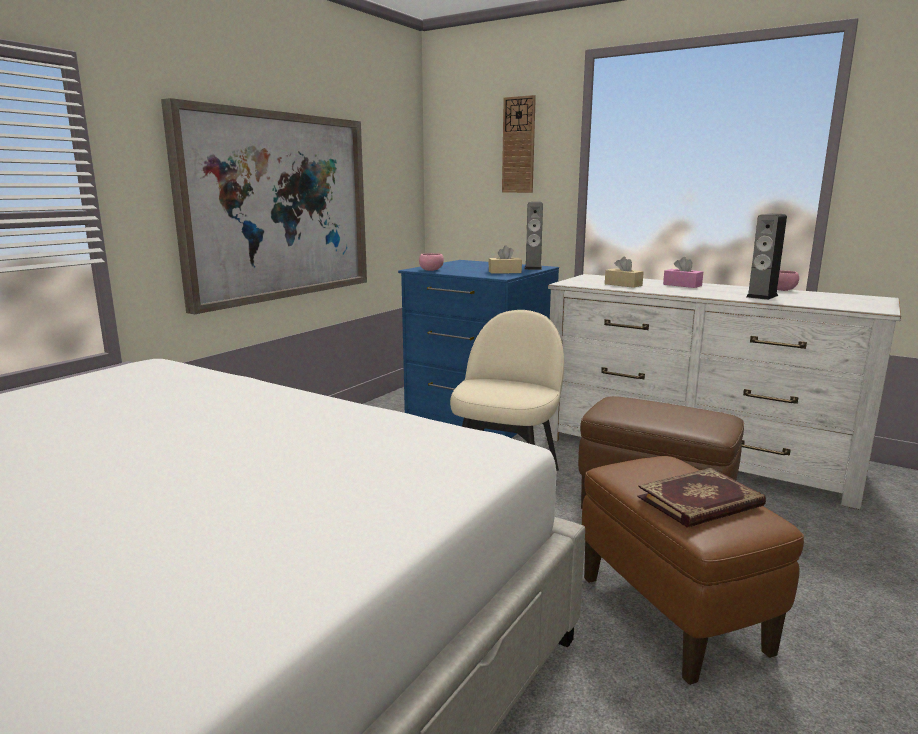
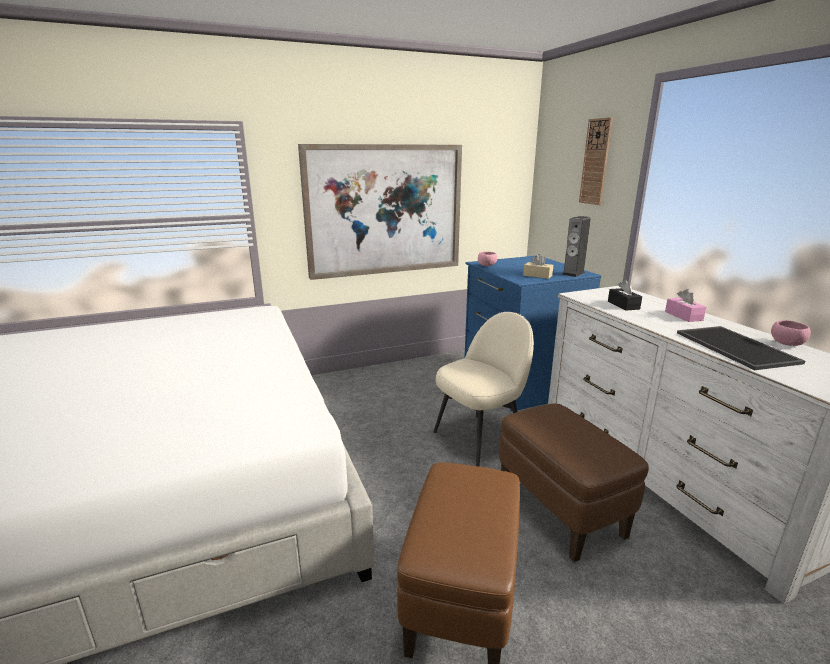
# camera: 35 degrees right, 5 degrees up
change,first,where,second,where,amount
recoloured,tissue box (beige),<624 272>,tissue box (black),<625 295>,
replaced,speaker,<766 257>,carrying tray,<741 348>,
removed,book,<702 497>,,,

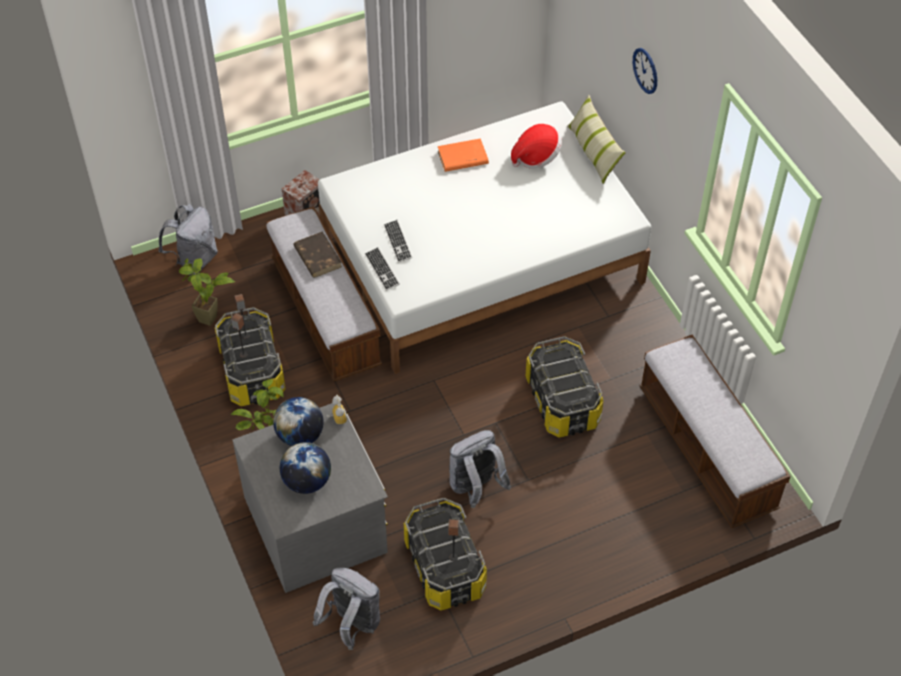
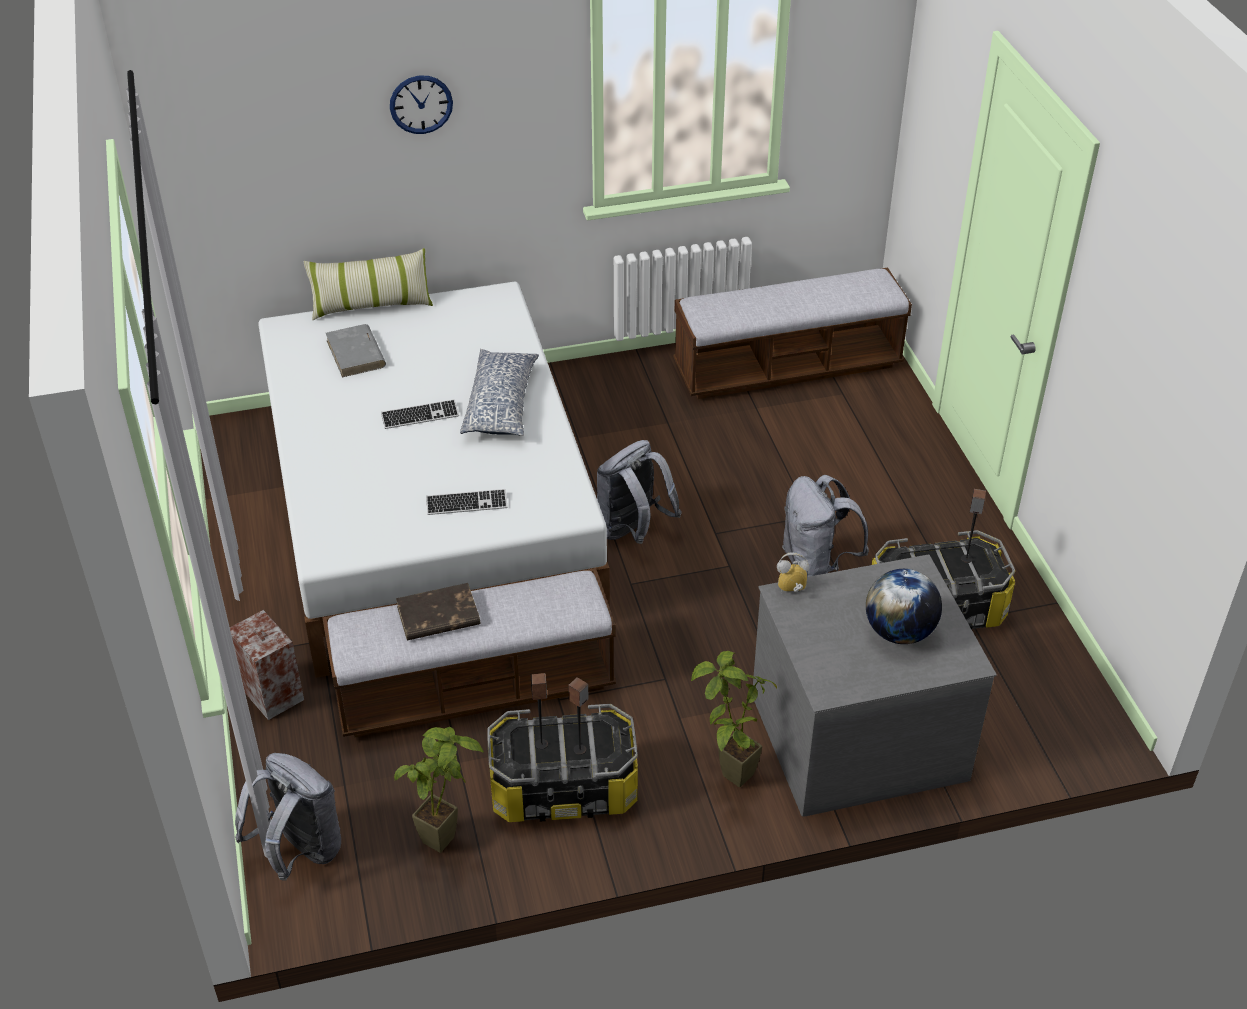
# camera: 80 degrees left, 10 degrees down
change,first,where,second,where,amount
replaced,hat,<536 146>,book (greyish),<356 350>,
moved,keyboard,<382 269>,,<420 414>,
added,,,cushion,<499 392>,
moved,rucksack (greyish),<346 608>,,<639 492>,
removed,desk globe,<298 421>,,,
removed,book (orange),<463 155>,,,
removed,storage container,<564 387>,,,

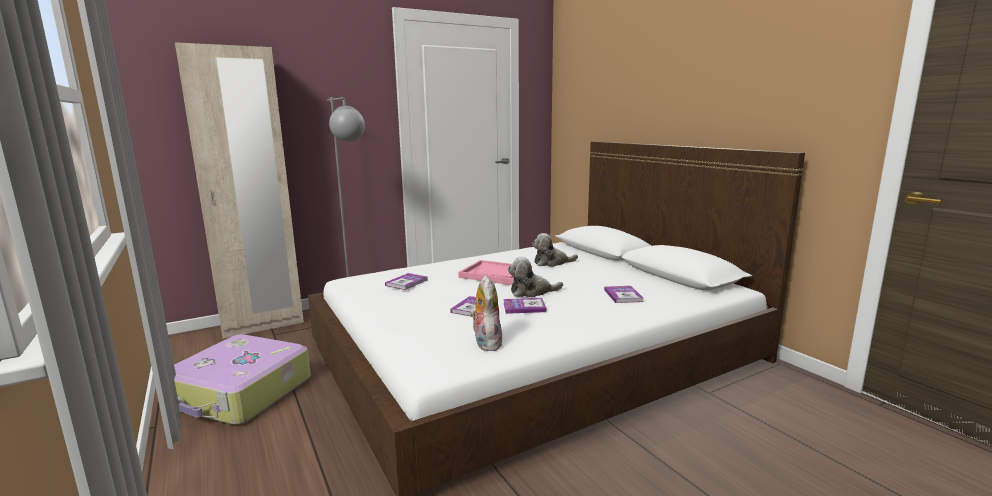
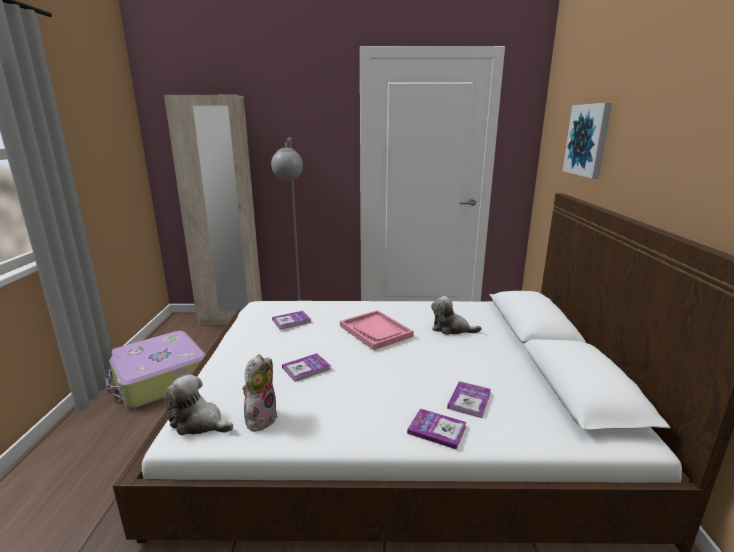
# camera: 30 degrees right, 5 degrees up
change,first,where,second,where,amount
moved,cuddly toy,<535 277>,,<198 405>,
moved,book,<525 306>,,<437 428>,
added,,,wall picture,<587 141>,

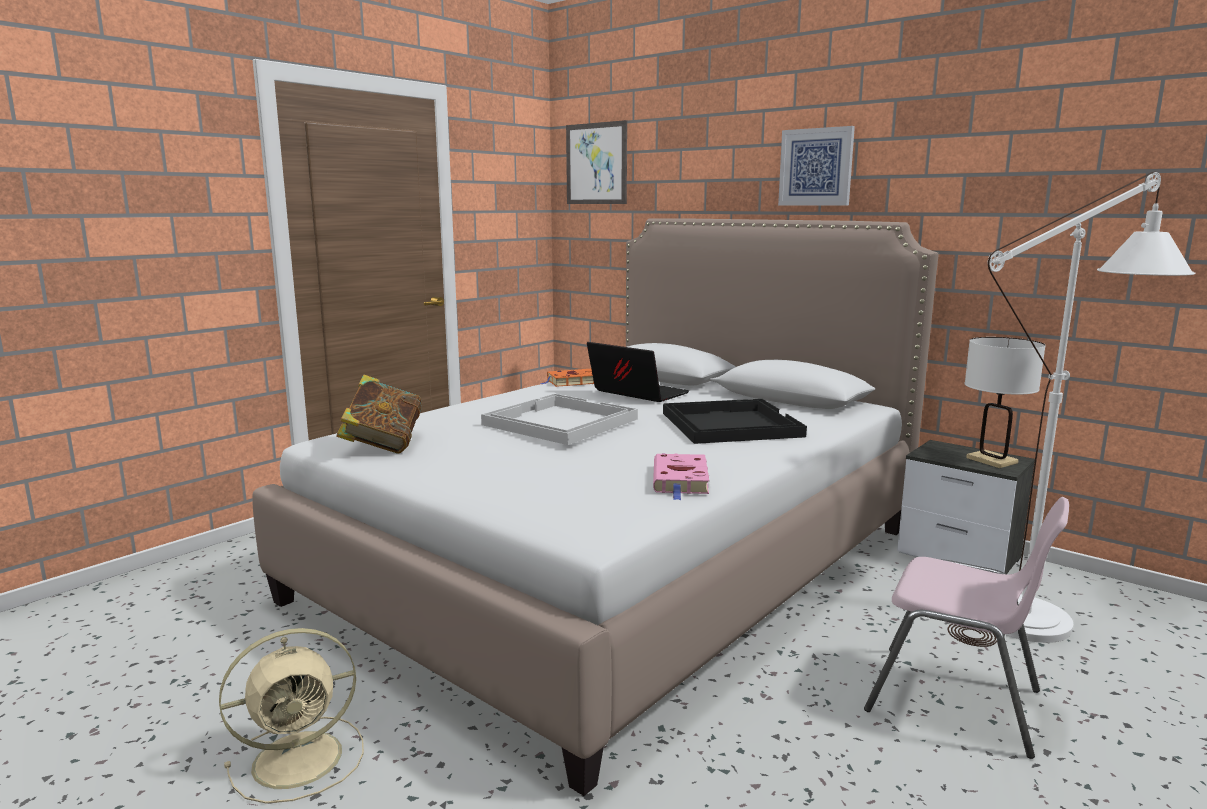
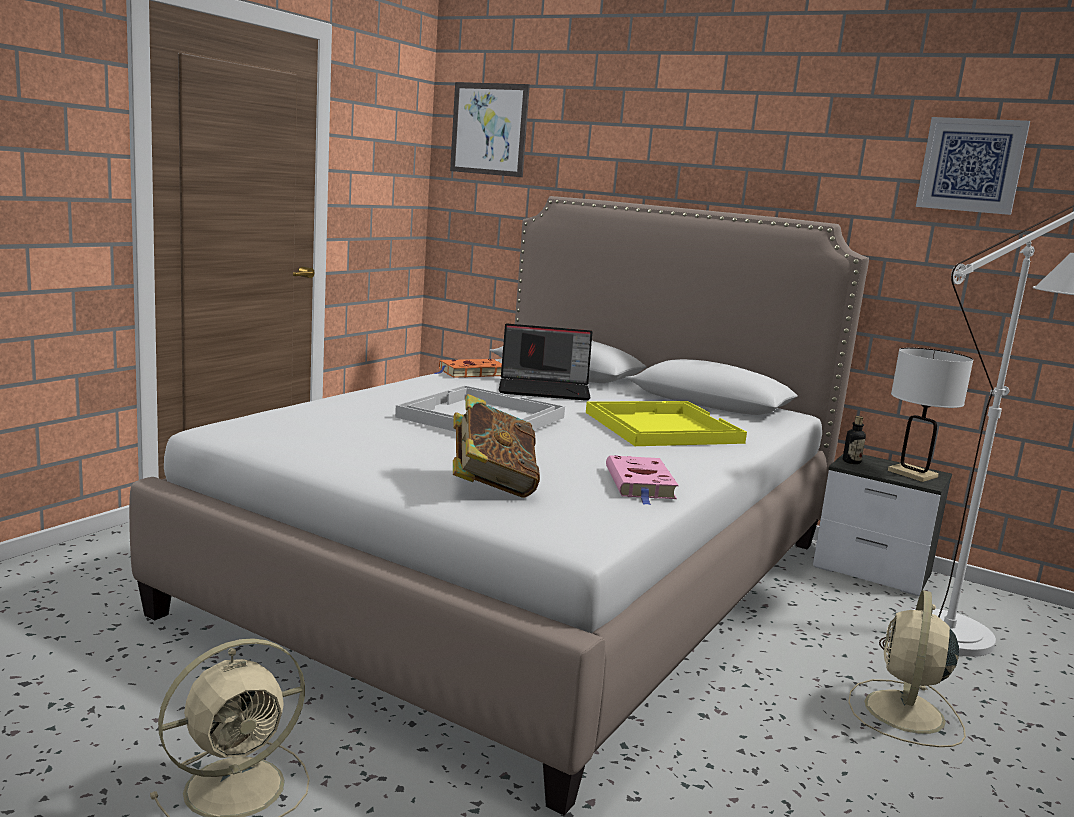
# camera: 10 degrees left, 0 degrees up
change,first,where,second,where,amount
moved,book,<379 414>,,<496 446>,
turned,notebook computer,<638 372>,,<545 362>,150 degrees clockwise
recoloured,carrying tray (black),<735 421>,carrying tray (yellowish),<666 423>,
added,,,drink bottle,<854 440>,
replaced,chair (pinkish),<966 628>,fan (beige),<907 668>,
moved,wall picture,<816 166>,,<973 166>,

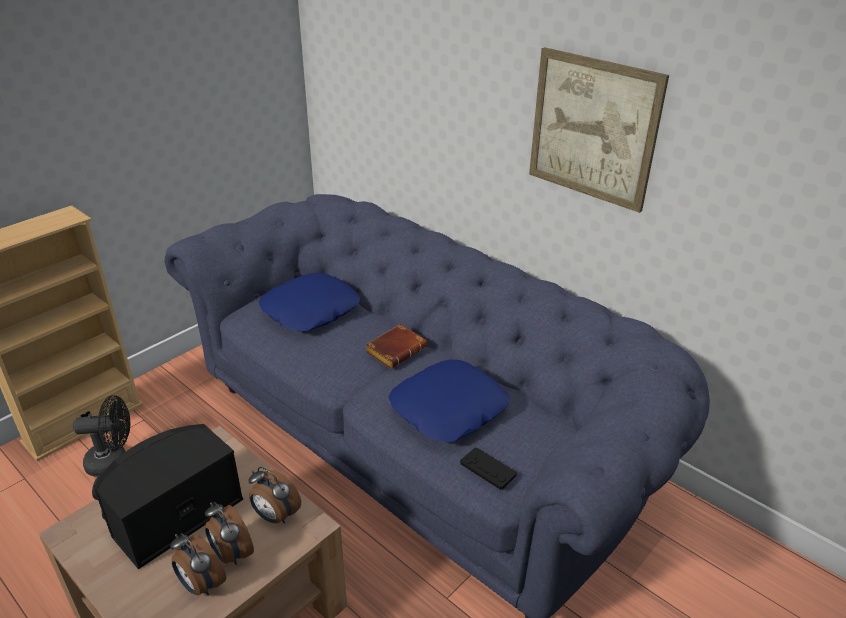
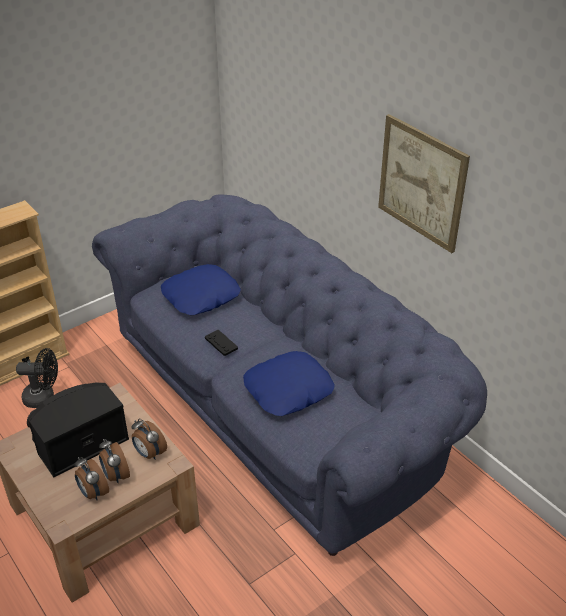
# camera: 10 degrees right, 5 degrees up
change,first,where,second,where,amount
moved,game controller (black),<488 468>,,<221 343>,
removed,book (brownish),<396 346>,,,

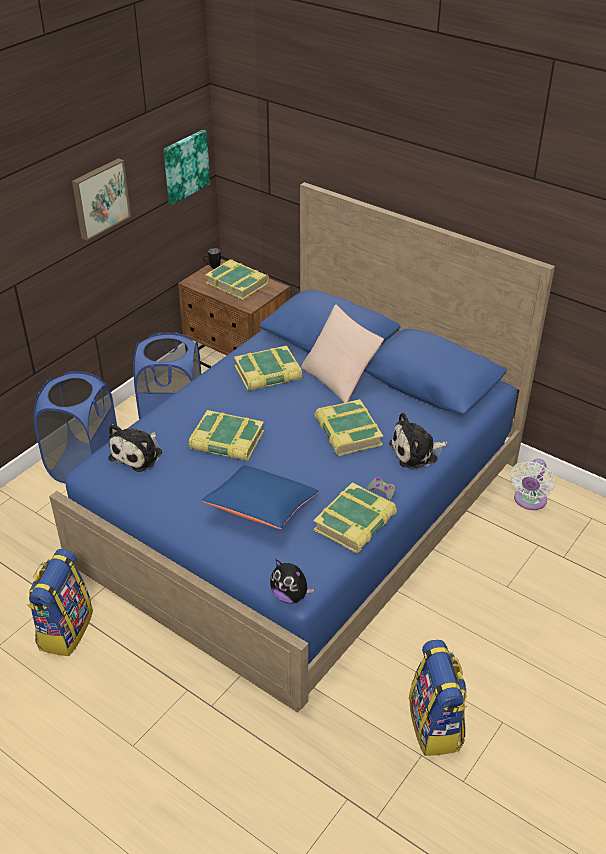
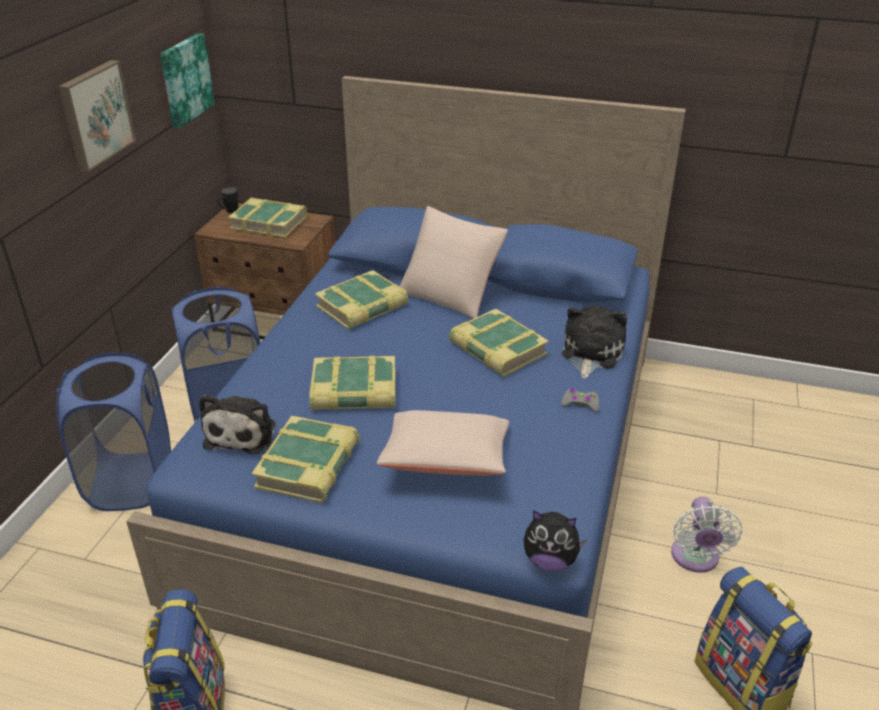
# camera: 20 degrees left, 5 degrees down
change,first,where,second,where,amount
moved,book,<355 518>,,<305 459>,
recoloured,cushion (blue-coloured),<260 497>,cushion (beige),<443 443>,
turned,cuddly toy,<418 440>,,<594 342>,150 degrees clockwise
moved,fan (white),<532 484>,,<706 535>,

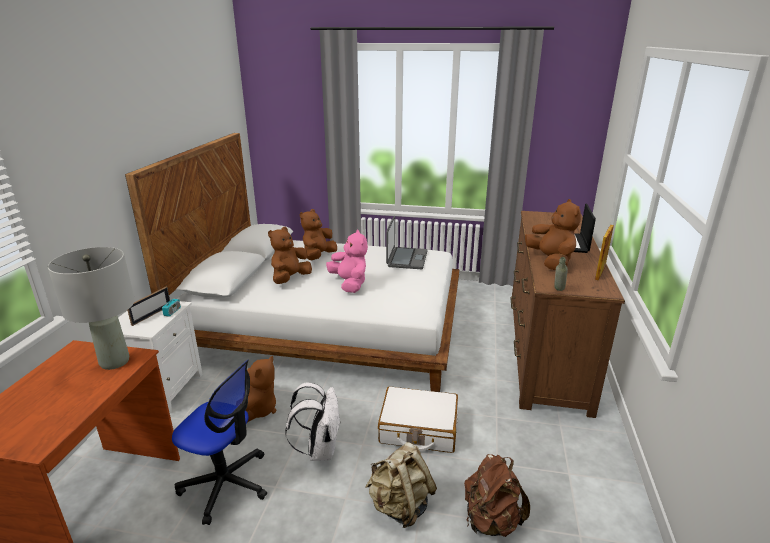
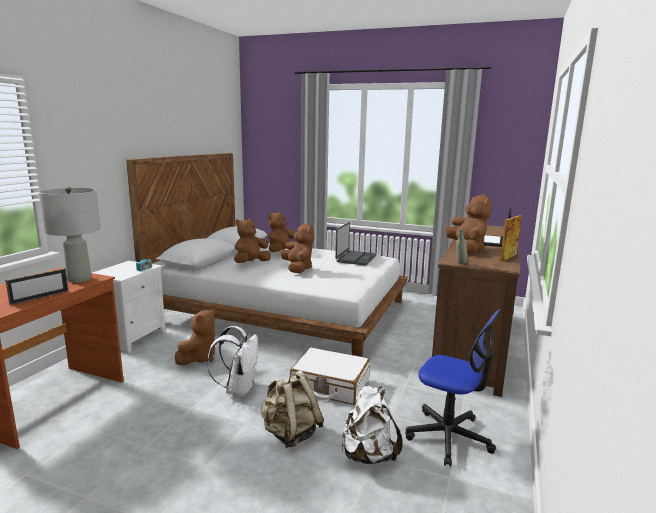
# camera: 10 degrees right, 10 degrees down
change,first,where,second,where,amount
moved,picture frame,<148 306>,,<36 286>,
recoloured,cuddly toy (pinkish),<347 261>,cuddly toy (brownish),<297 247>,
recoloured,rucksack (brownish),<497 495>,rucksack (white),<372 424>,
moved,computer chair,<219 442>,,<453 388>,

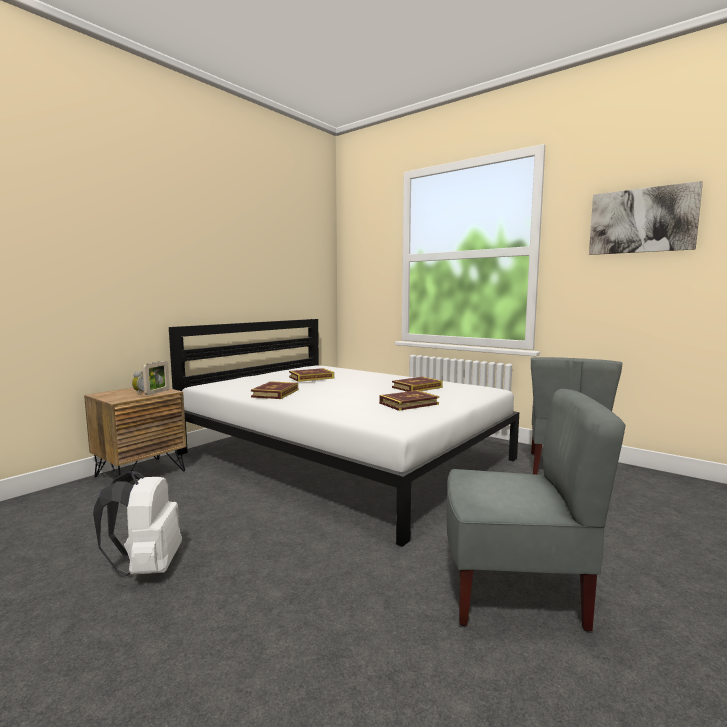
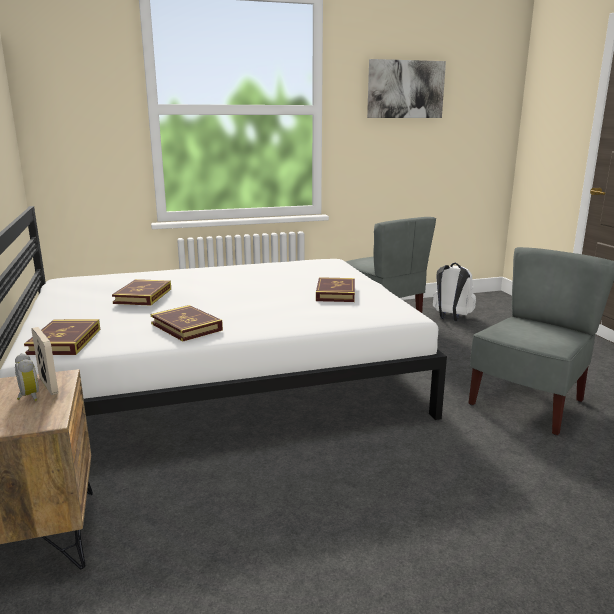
# camera: 55 degrees left, 10 degrees up
change,first,where,second,where,amount
moved,book,<417 384>,,<62 337>,
moved,rucksack (white),<137 523>,,<454 292>,

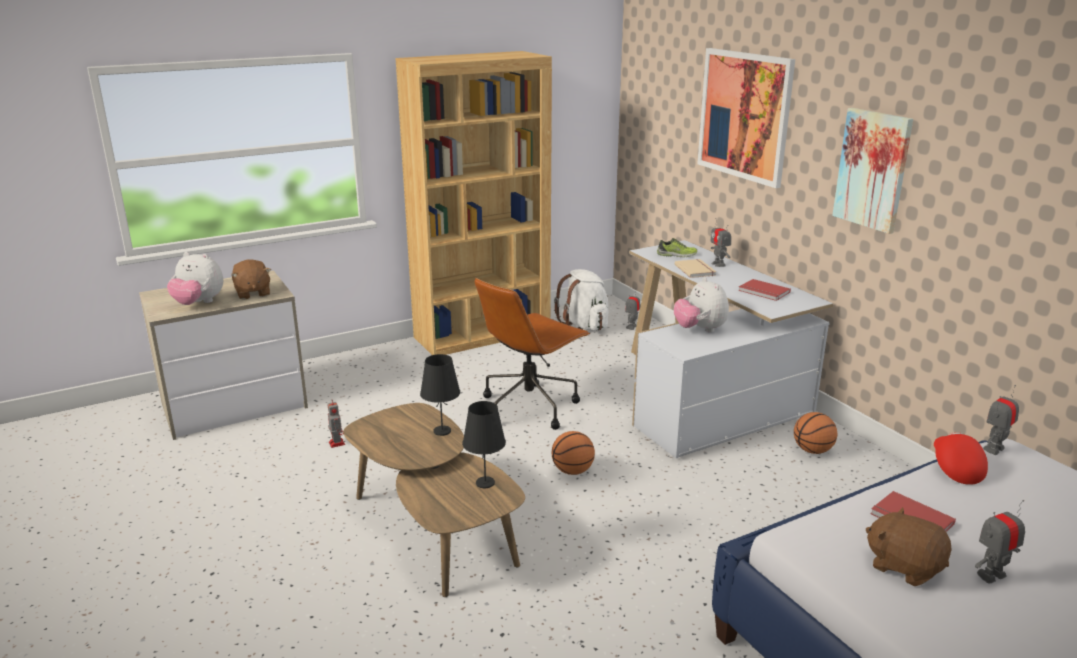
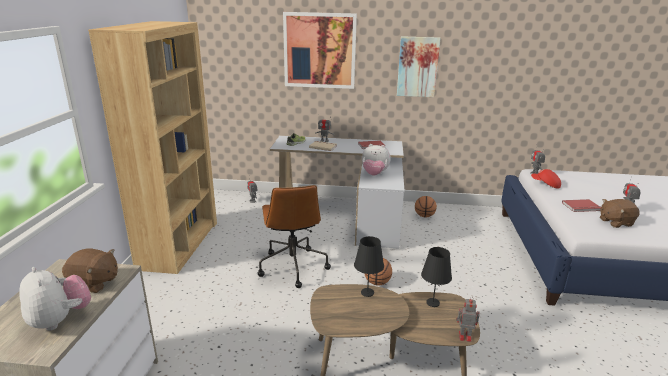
# camera: 55 degrees left, 0 degrees up
change,first,where,second,where,amount
turned,cuddly toy,<195 278>,,<55 299>,90 degrees counterclockwise
moved,robot figure,<336 424>,,<468 319>,
removed,rucksack (white),<581 300>,,,

